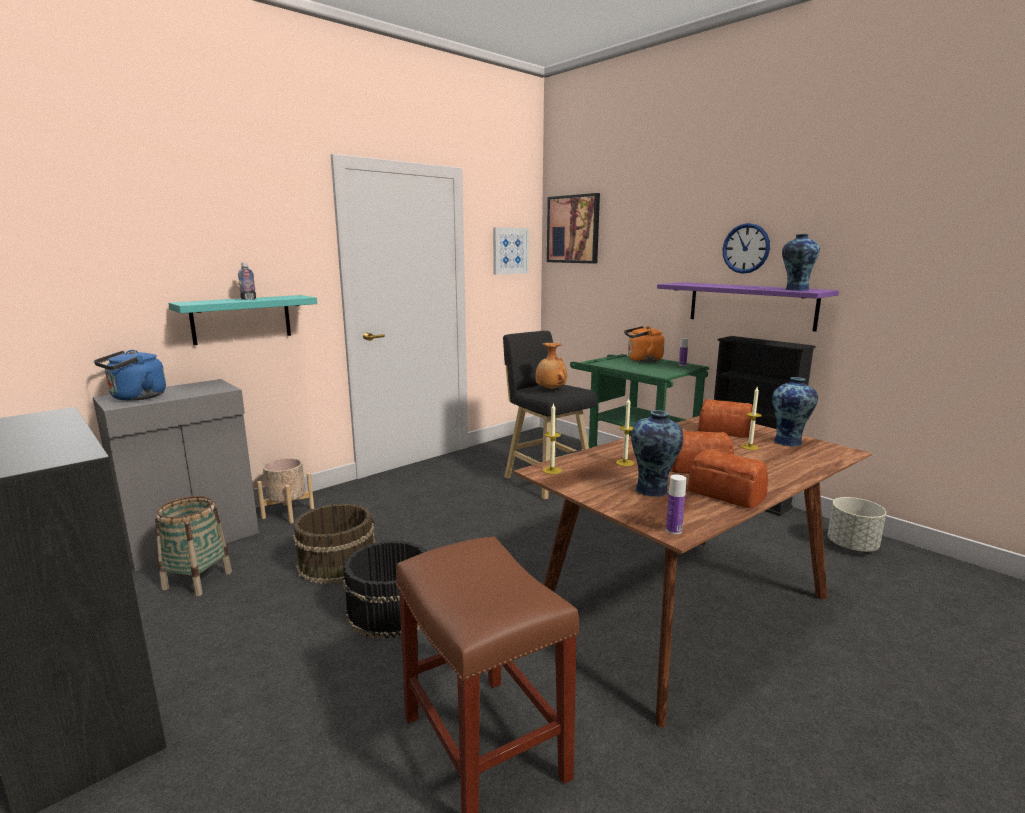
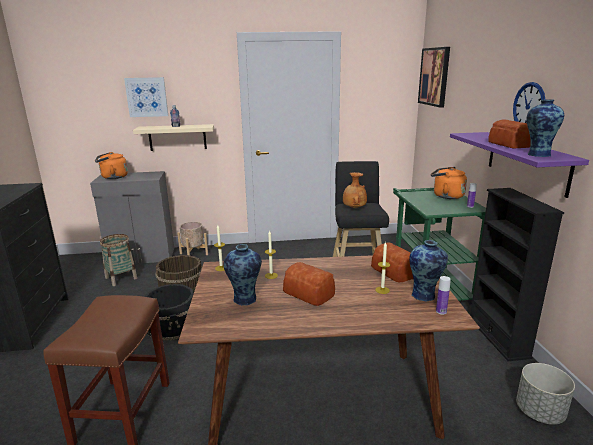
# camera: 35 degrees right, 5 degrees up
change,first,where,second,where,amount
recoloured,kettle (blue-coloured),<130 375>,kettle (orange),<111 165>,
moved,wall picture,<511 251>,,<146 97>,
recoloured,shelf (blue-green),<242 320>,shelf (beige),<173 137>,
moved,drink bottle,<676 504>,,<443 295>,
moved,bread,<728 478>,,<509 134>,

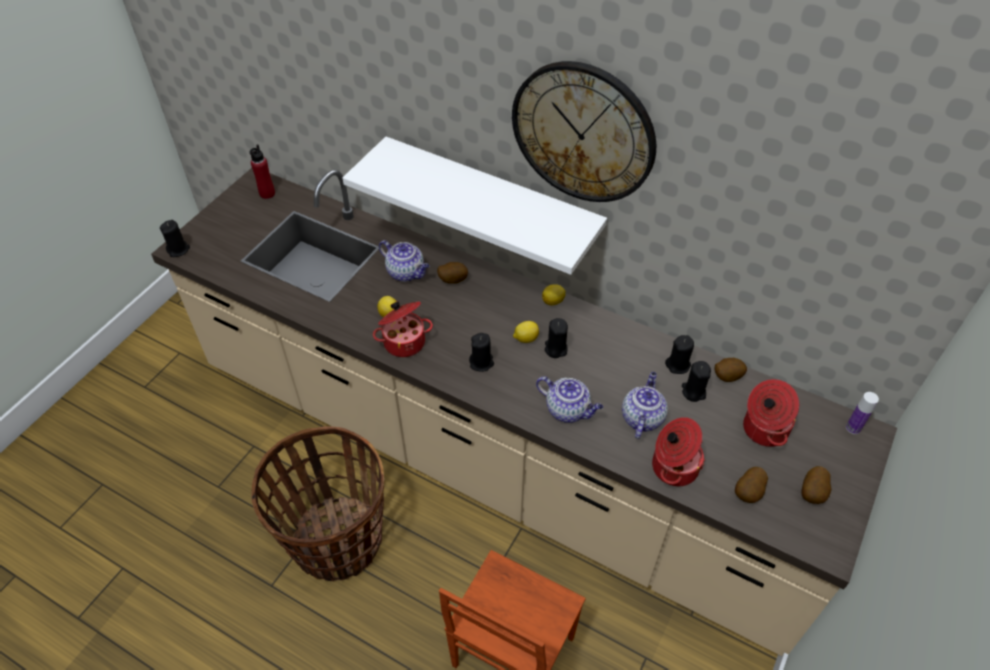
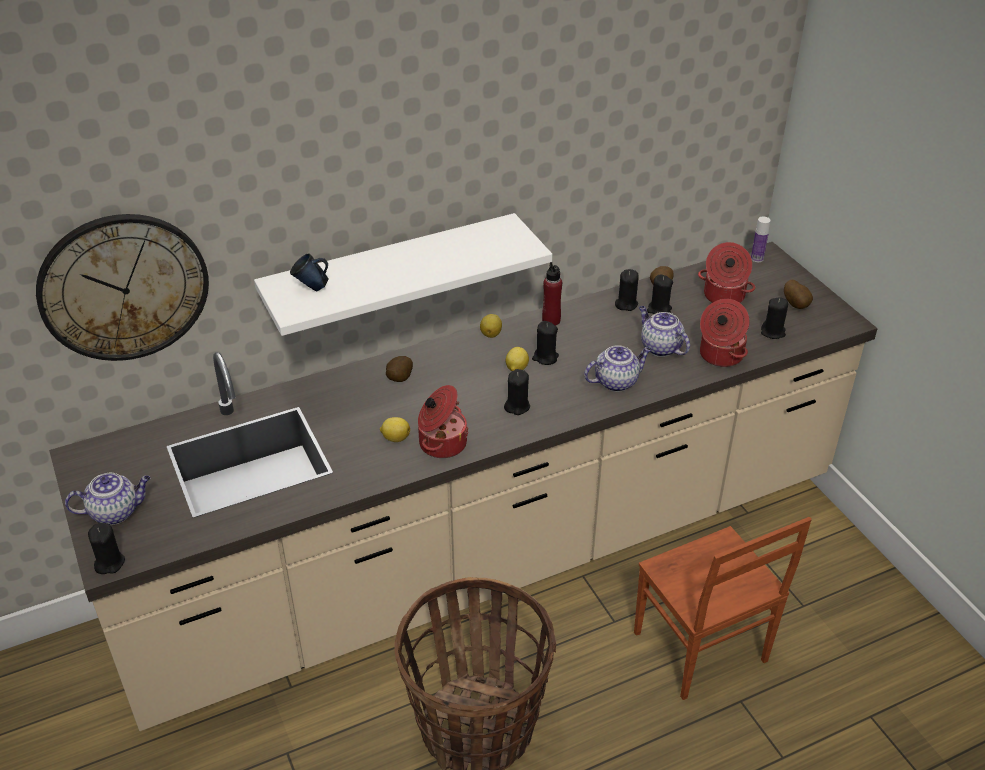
# camera: 55 degrees left, 10 degrees down
change,first,where,second,where,amount
moved,wall clock,<584 131>,,<122 287>,
moved,teapot,<404 261>,,<107 499>,
added,,,coffee mug (blue-coloured),<309 272>,
moved,drink bottle (red-coloured),<262 171>,,<552 294>,
replaced,whole potato,<751 485>,wax light (black),<774 318>,

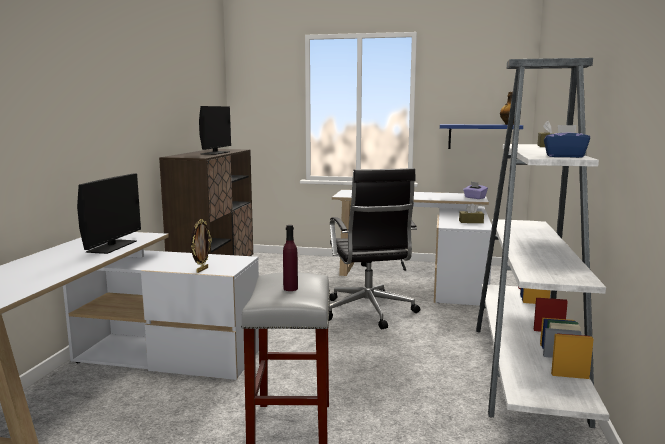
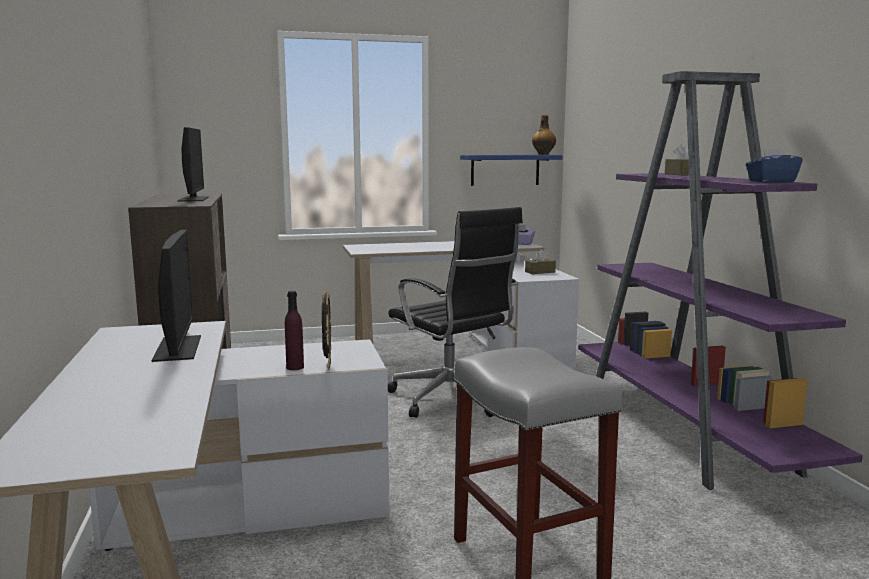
# camera: 25 degrees left, 0 degrees up
change,first,where,second,where,amount
moved,drink bottle (purple-coloured),<290 258>,,<294 330>,
recoloured,shelving unit (white),<543 243>,shelving unit (purple-coloured),<720 280>,

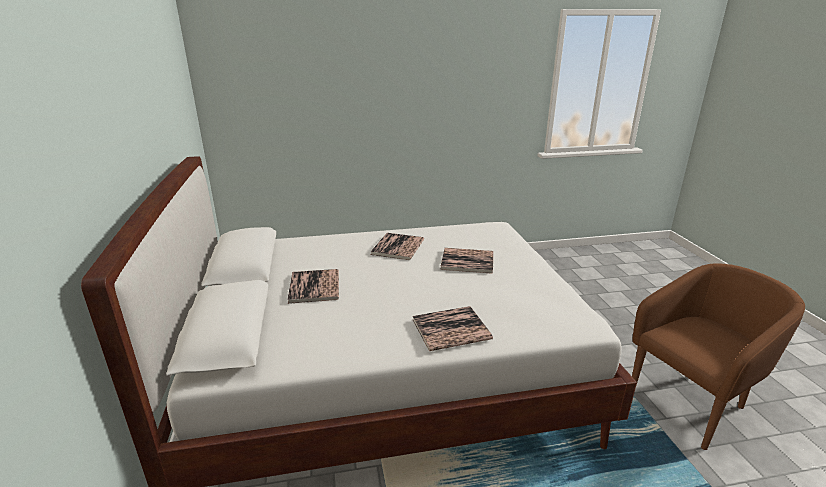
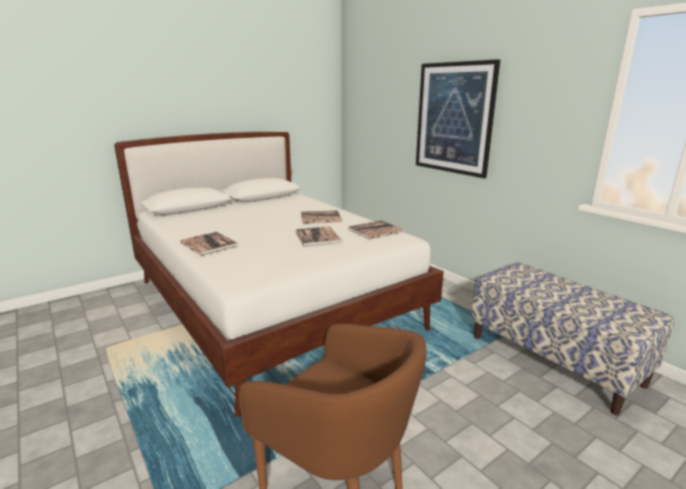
# camera: 65 degrees right, 5 degrees down
change,first,where,second,where,amount
moved,book,<313 286>,,<375 229>,
added,,,wall picture,<458 119>,
added,,,indoor bench,<572 338>,

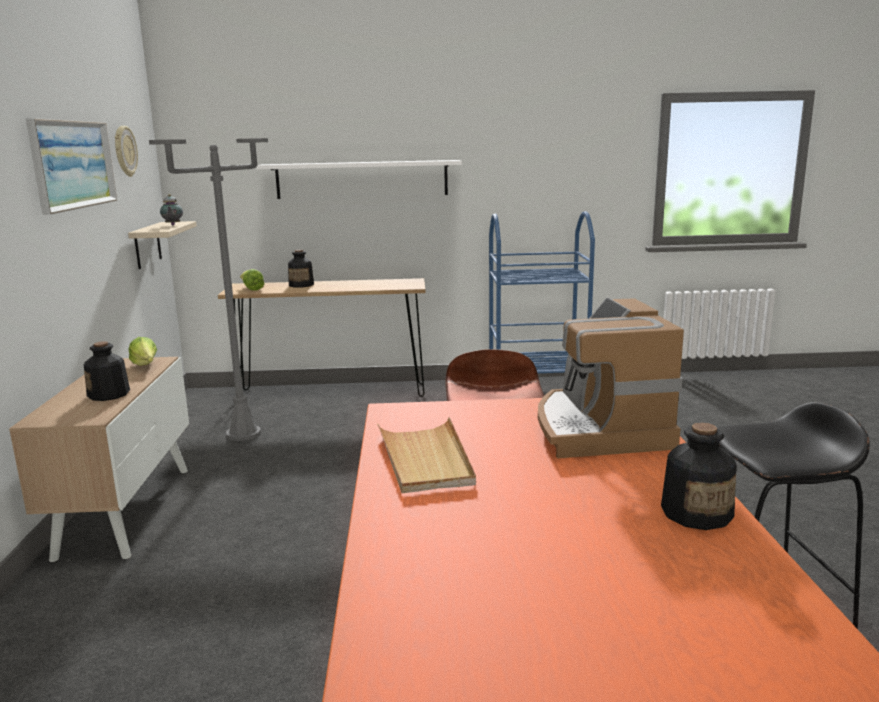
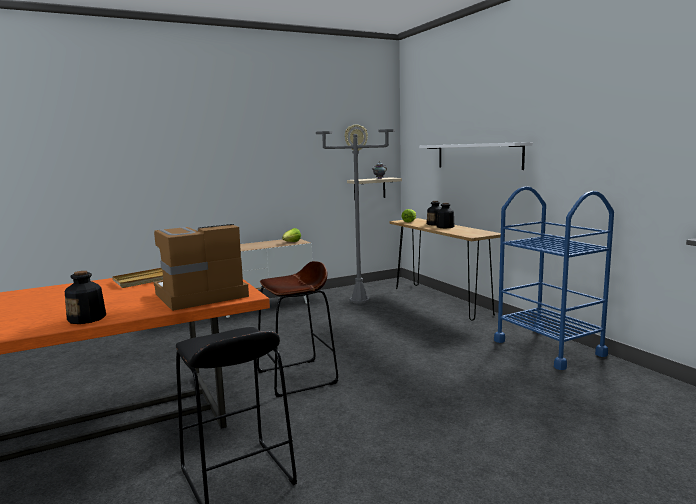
# camera: 65 degrees right, 5 degrees down
change,first,where,second,where,amount
moved,drink bottle,<107 371>,,<445 215>,
removed,wall picture,<72 166>,,,

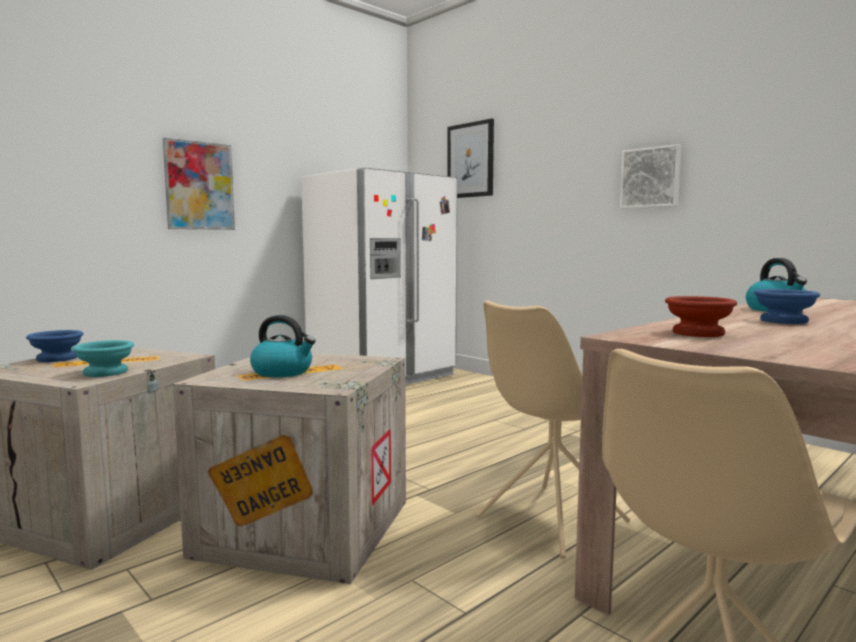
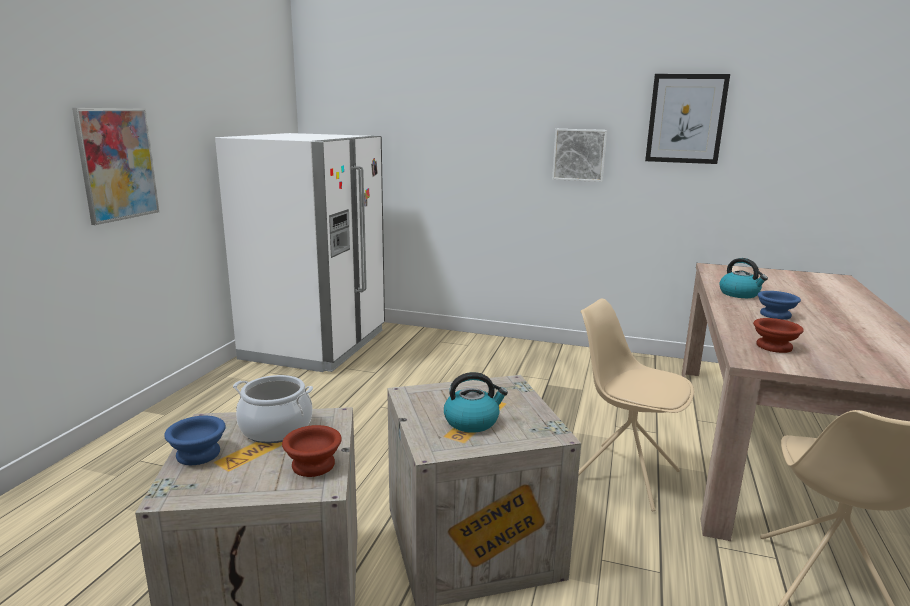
# camera: 30 degrees left, 10 degrees up
change,first,where,second,where,amount
added,,,saucepot,<273 409>,
recoloured,serving bowl (blue-green),<103 358>,serving bowl (brownish),<312 451>,
turned,chair (beige),<553 429>,,<636 405>,105 degrees clockwise
moved,wall picture,<470 158>,,<687 119>,

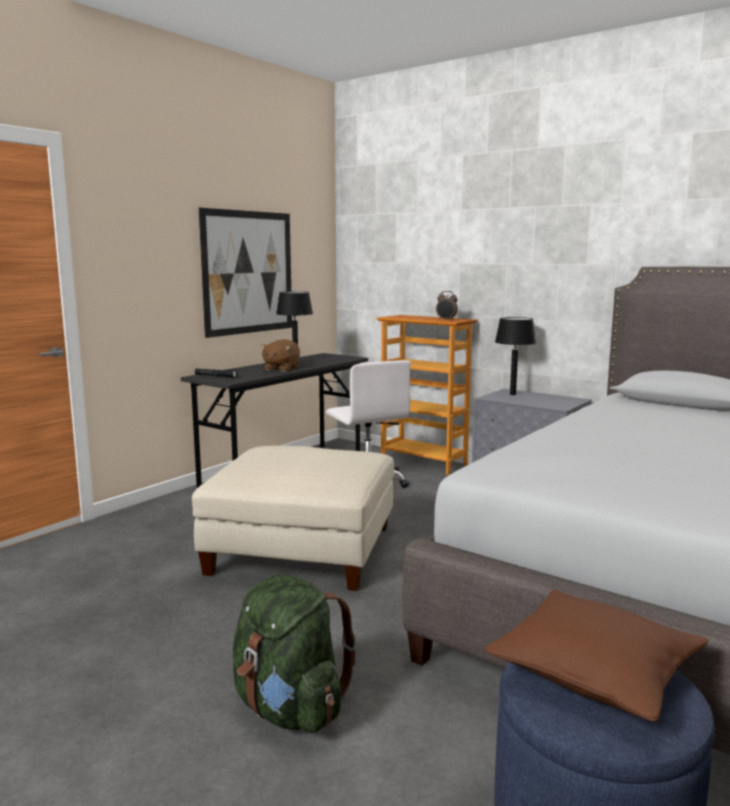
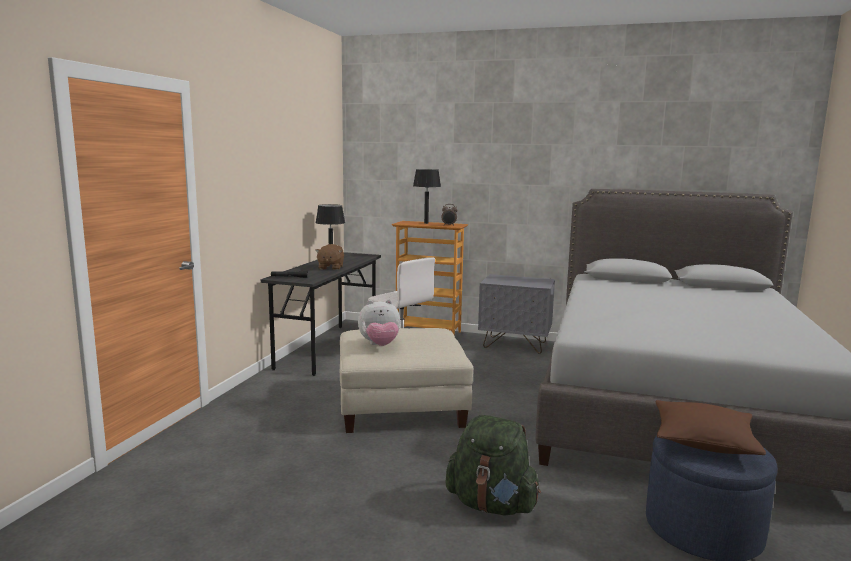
# camera: 20 degrees left, 0 degrees up
change,first,where,second,where,amount
added,,,cuddly toy,<379 323>,
moved,table lamp (black),<515 356>,,<427 196>,
removed,wall picture,<245 273>,,,

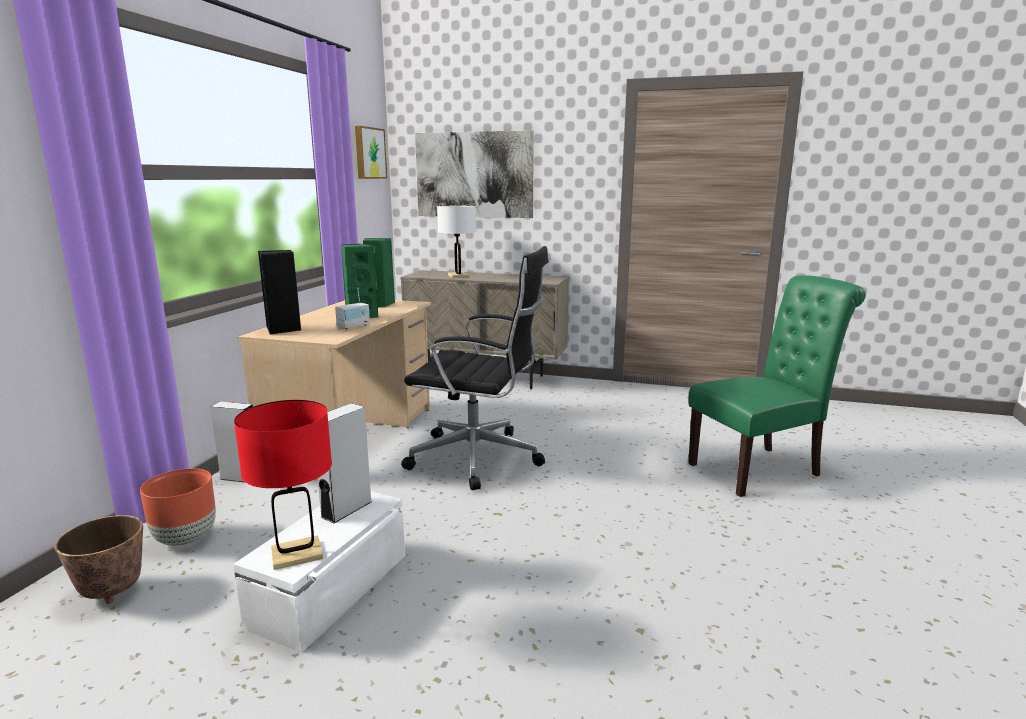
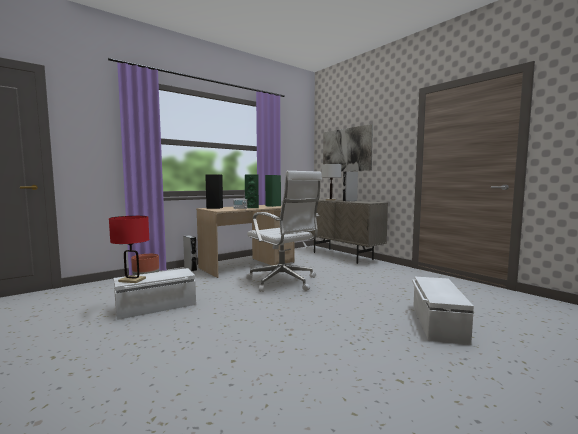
# camera: 35 degrees right, 10 degrees down
change,first,where,second,where,amount
recoloured,computer chair (black),<474 368>,computer chair (white),<284 231>,
moved,speaker (greyish),<345 463>,,<350 186>,
replaced,chair (greenish),<777 386>,storage container (white),<443 311>,
removed,plant pot,<98 559>,,,
removed,wall picture,<371 152>,,,

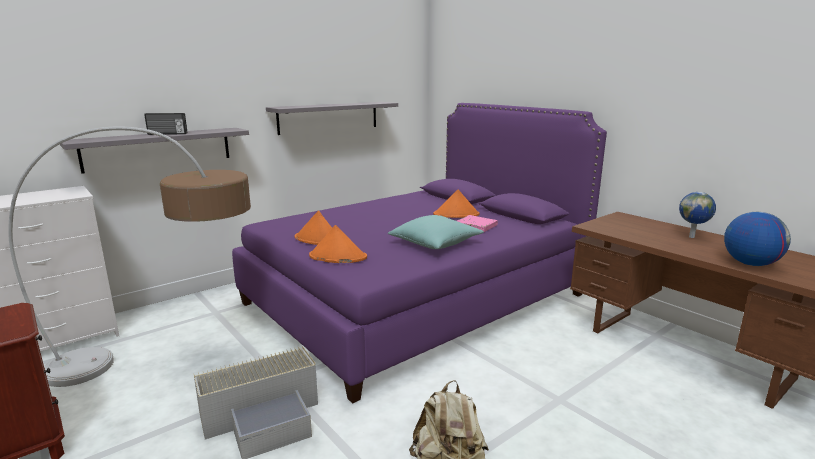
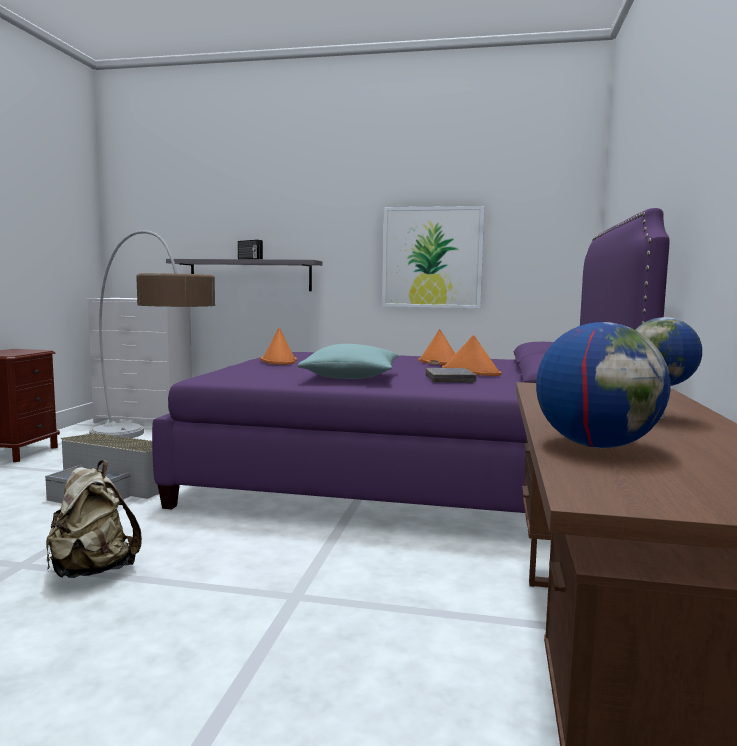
# camera: 50 degrees right, 10 degrees down
change,first,where,second,where,amount
replaced,shelf (greyish),<332 118>,wall picture,<433 257>,
moved,hat (orange),<338 244>,,<436 347>,
recoloured,book (pinkish),<477 223>,book (greyish),<451 375>,

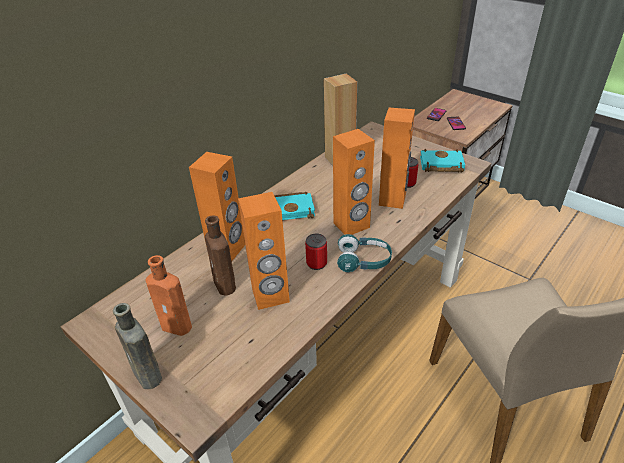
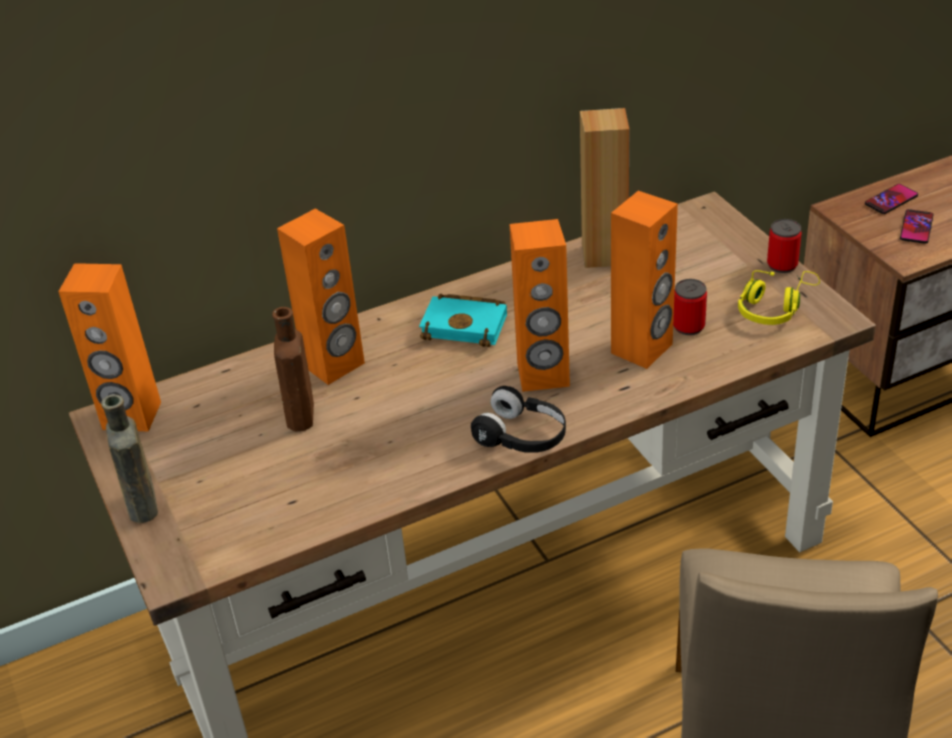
# camera: 25 degrees right, 0 degrees up
change,first,where,second,where,amount
moved,speaker (orange),<264 251>,,<109 347>,
recoloured,headset (blue-green),<364 253>,headset (black),<518 419>,
replaced,book (blue-green),<442 160>,headset (yellowish),<779 297>,
moved,metal can,<316 252>,,<784 246>,
removed,drink bottle (orange),<168 295>,,,

